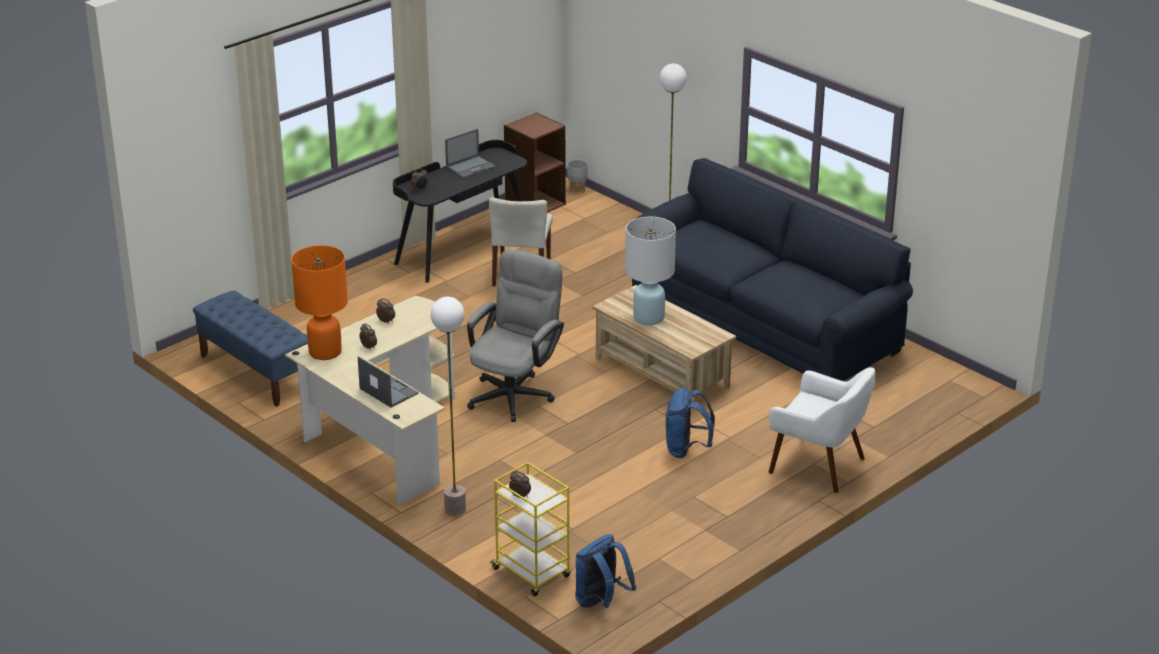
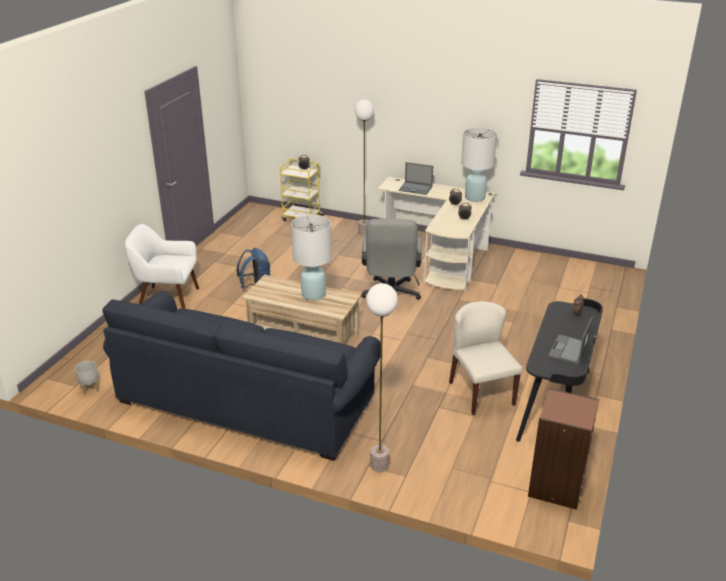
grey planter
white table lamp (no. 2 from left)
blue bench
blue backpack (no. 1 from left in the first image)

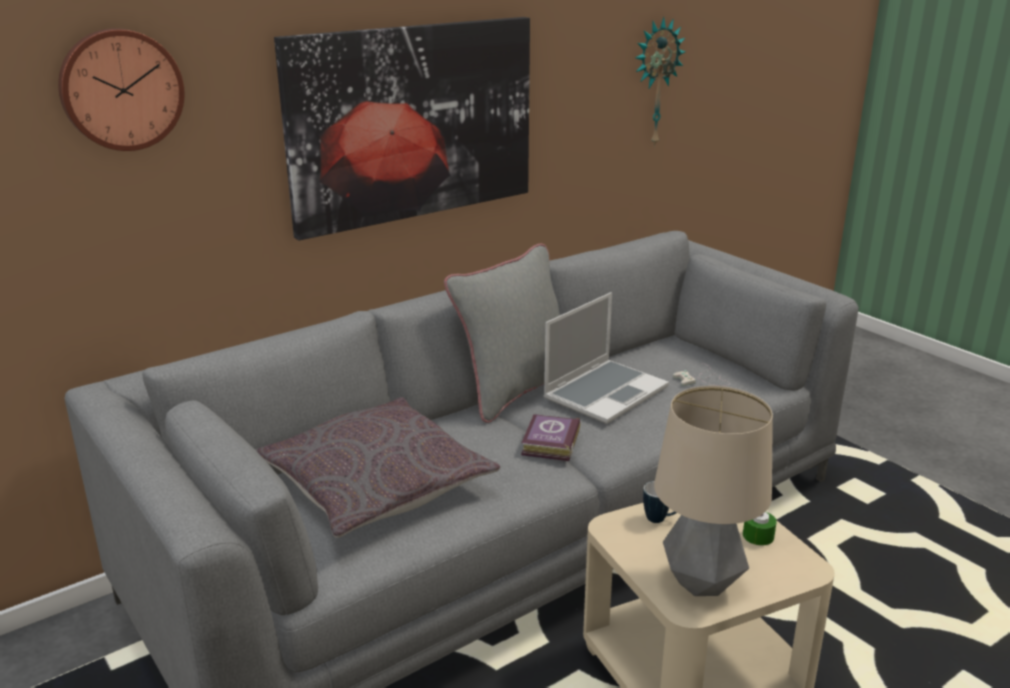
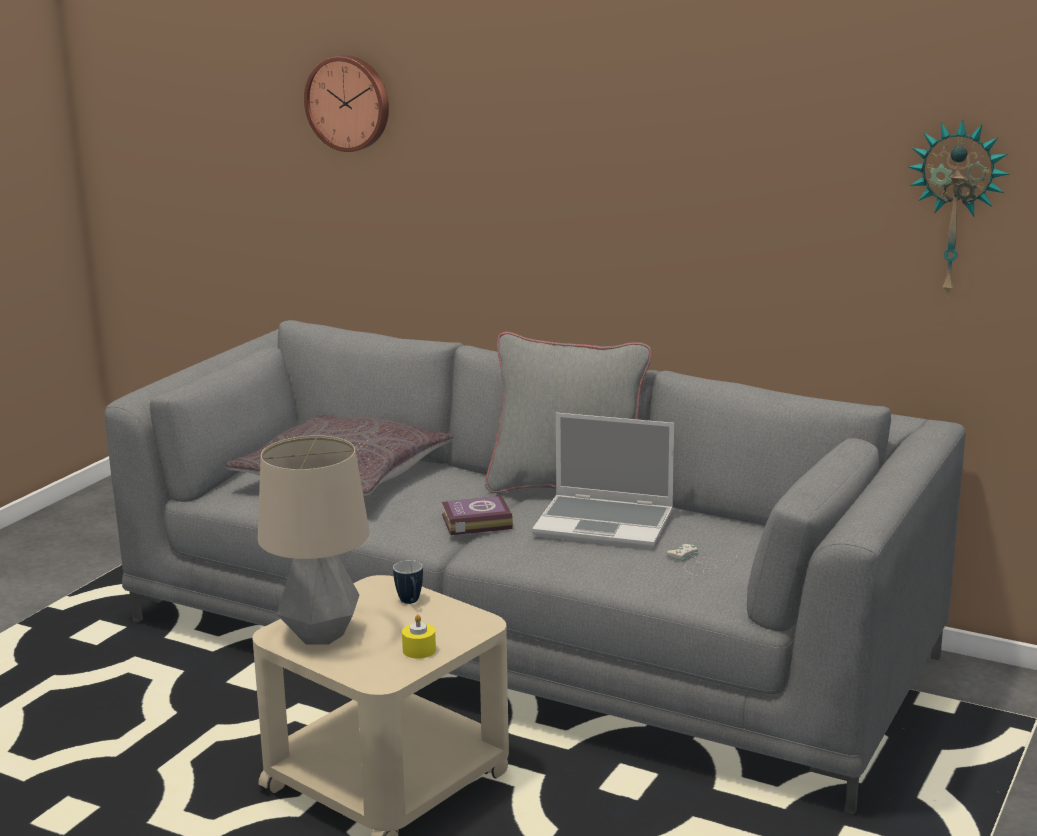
yellow candle
picture

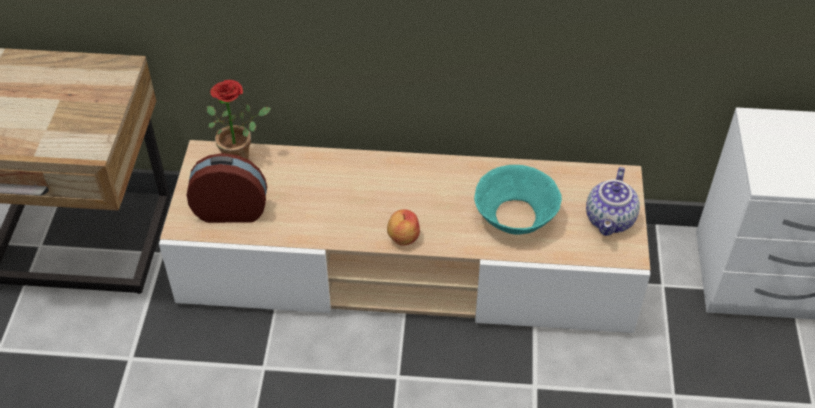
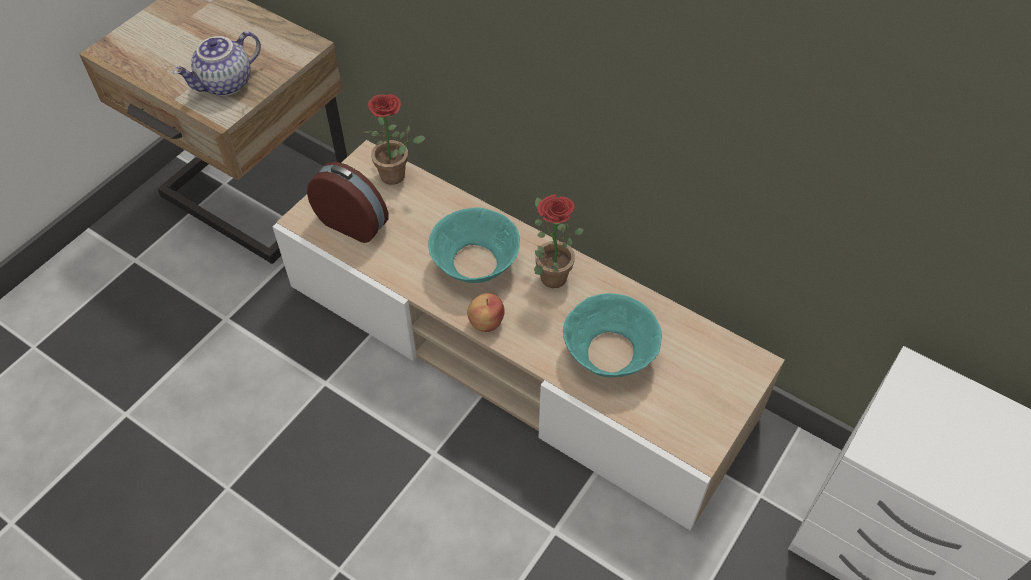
teapot
turquoise bowl (no. 1 from left)
potted plant (no. 2 from left)

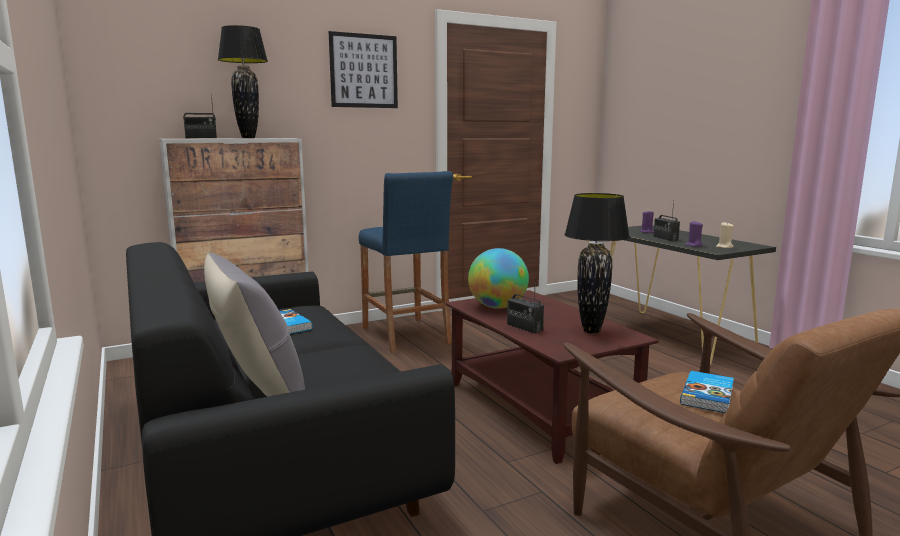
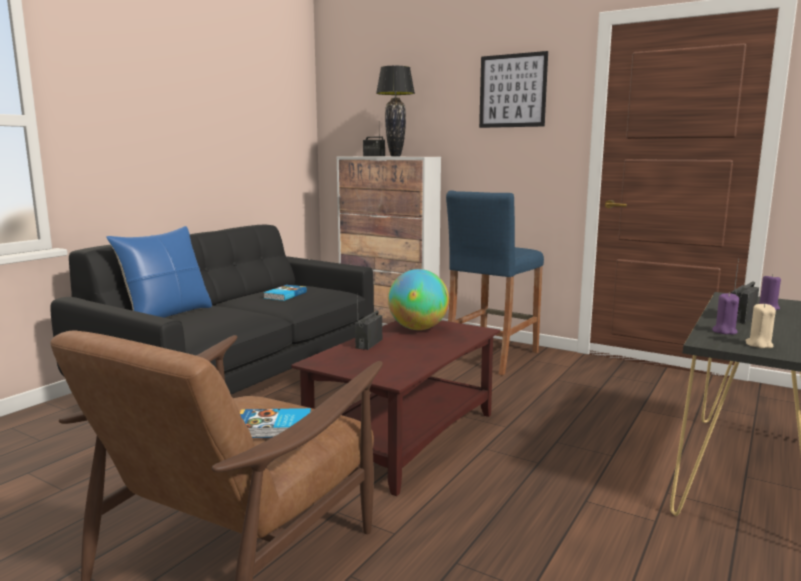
blue pillow
black table lamp (no. 2 from left in the first image)

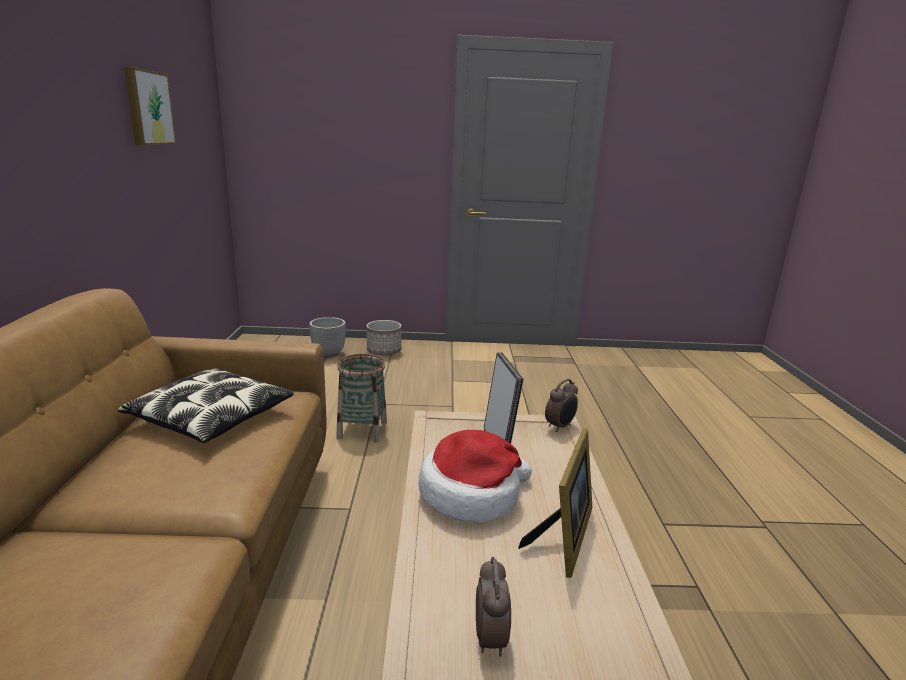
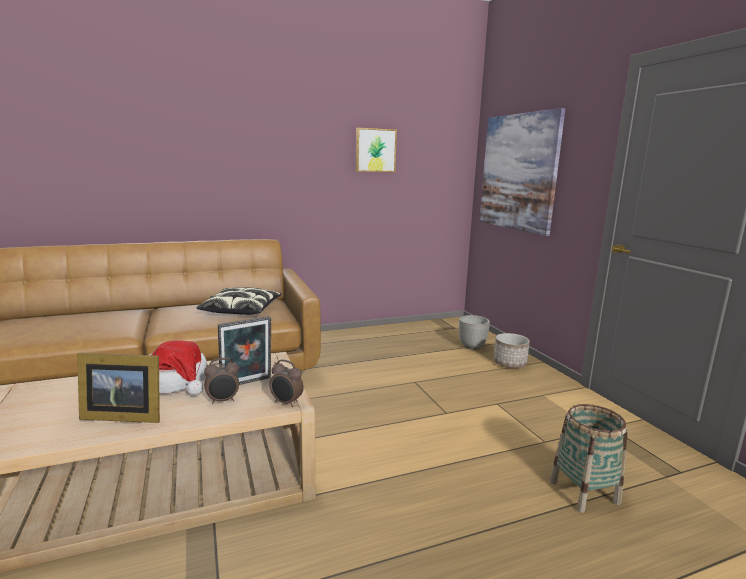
alarm clock (no. 1 from left)
picture (no. 2 from left)
basket

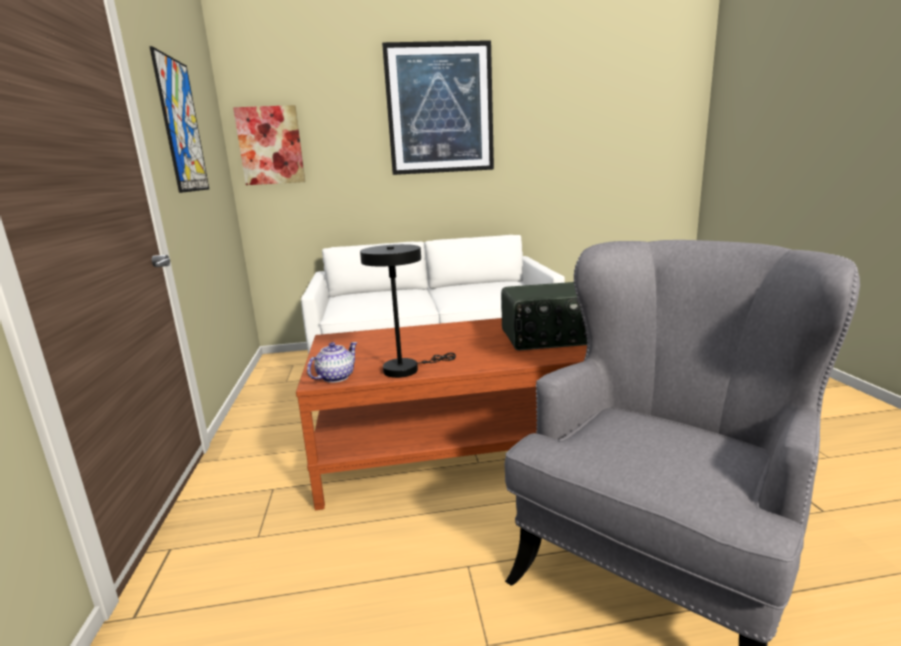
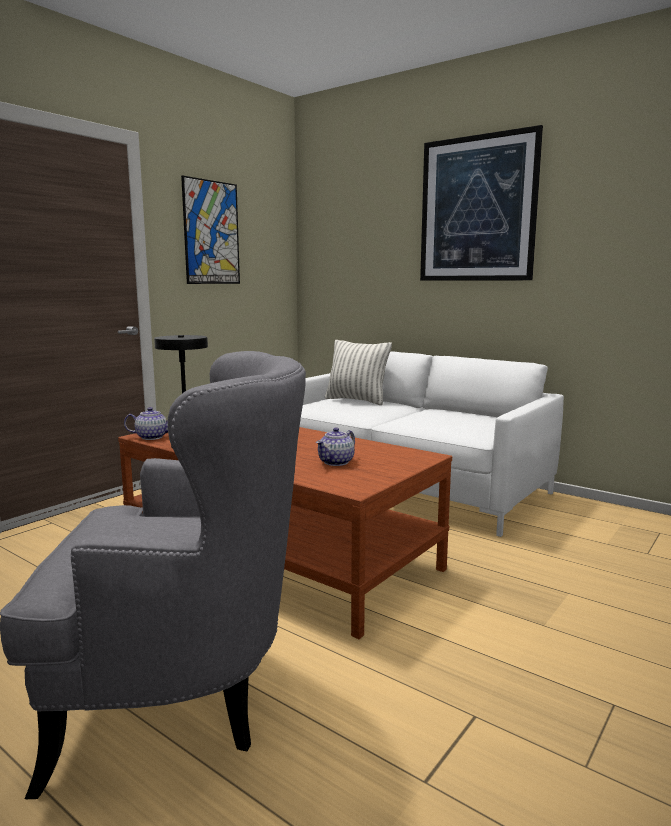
teapot (no. 2 from left)
pillow
picture (no. 2 from left in the first image)

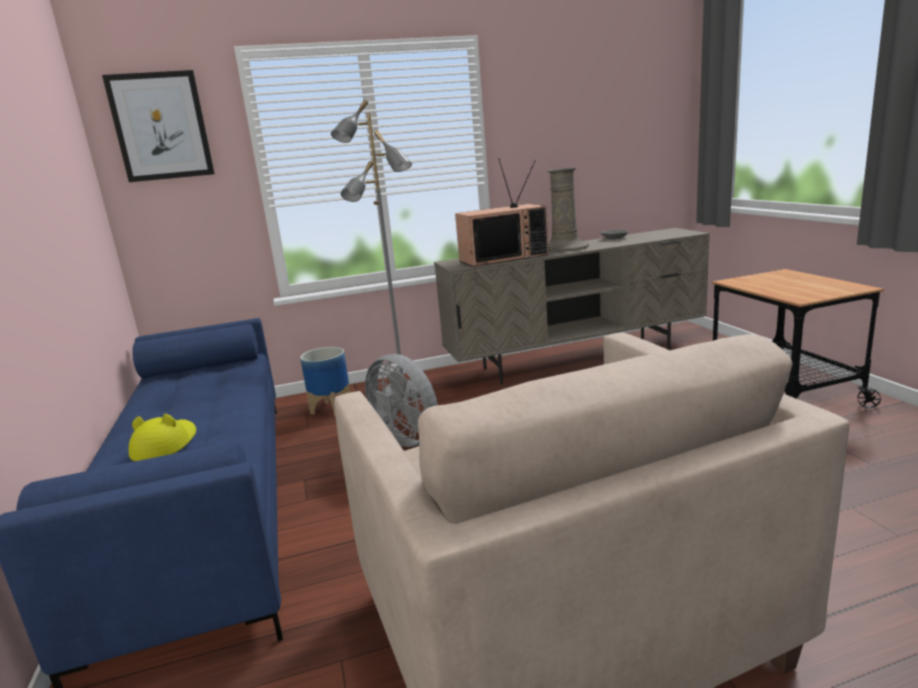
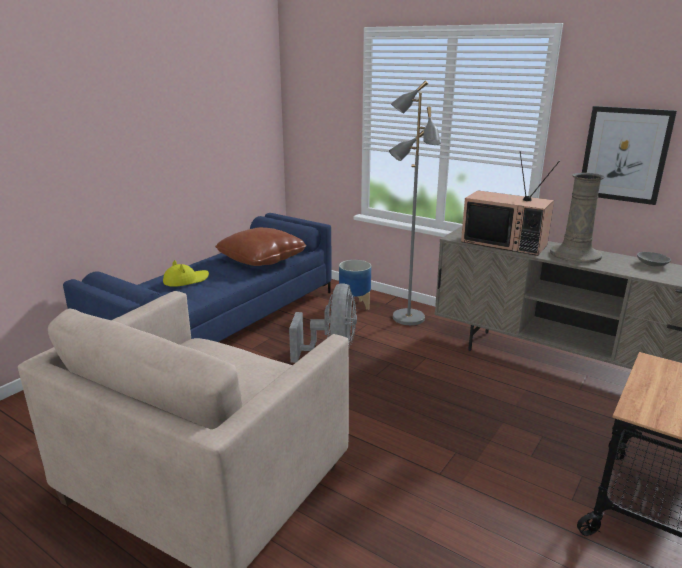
brown pillow
picture

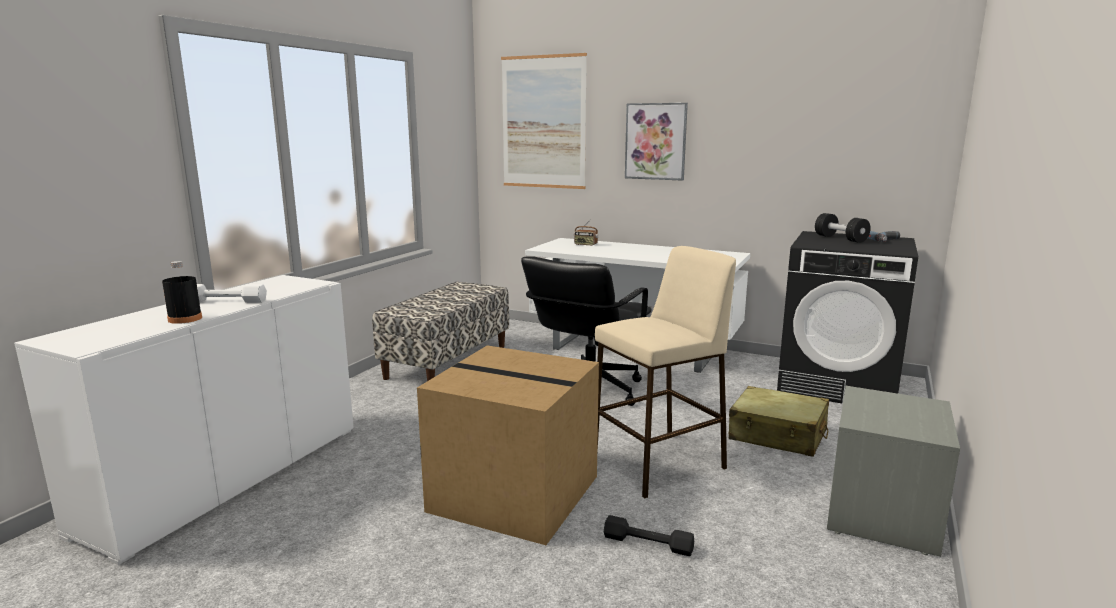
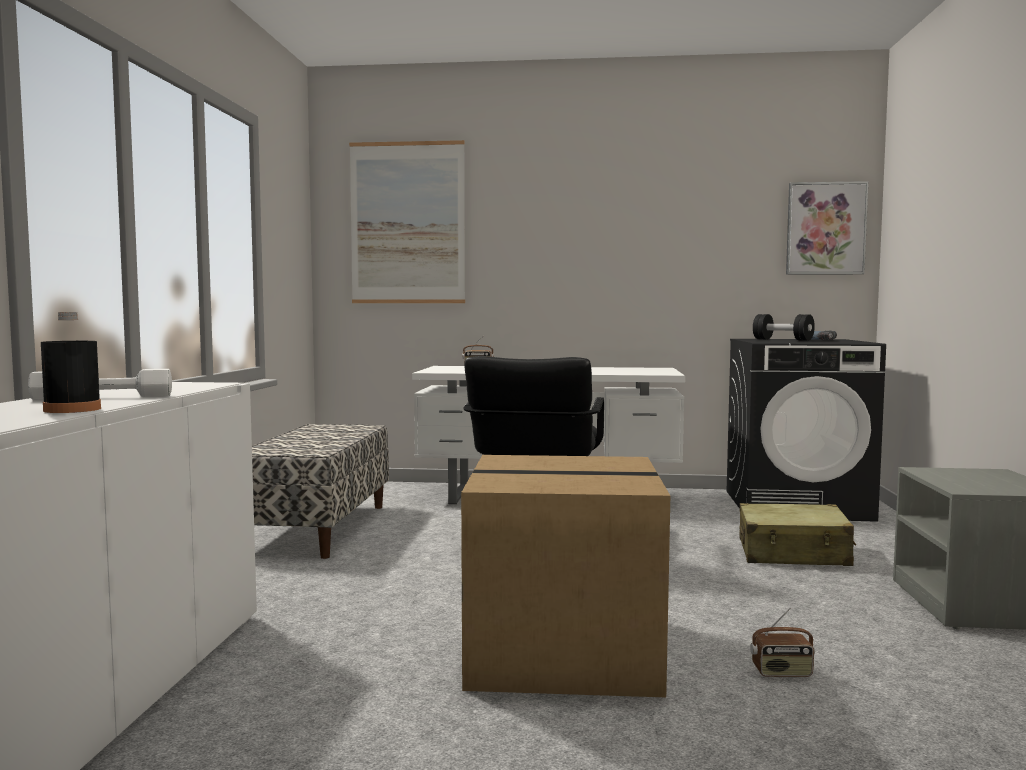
radio (no. 2 from left)
picture (no. 2 from left)
beige stool

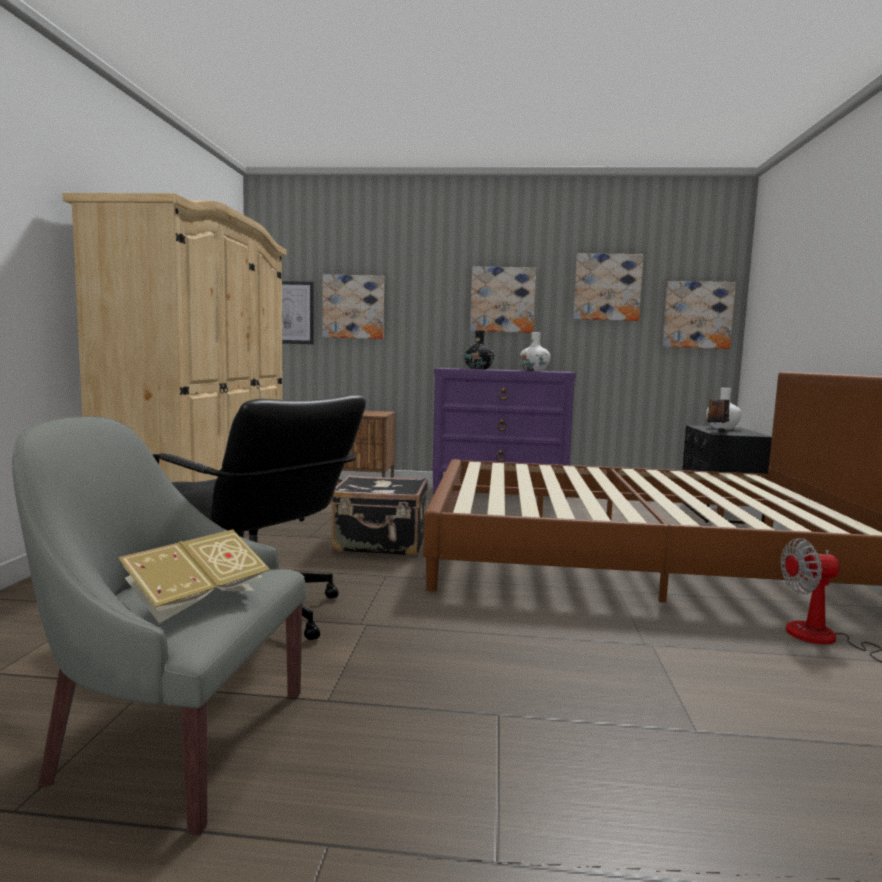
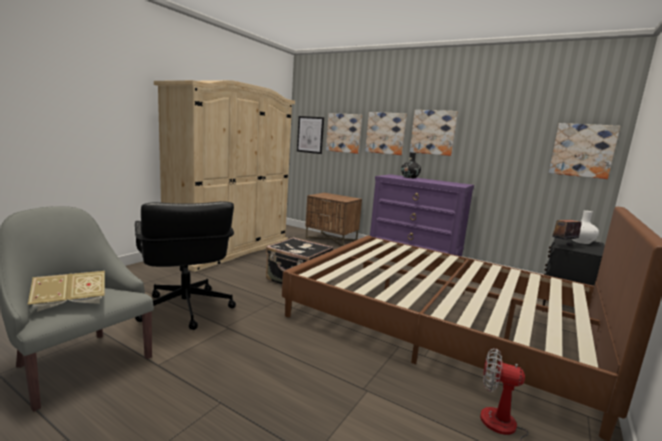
picture (no. 3 from left)
white vase (no. 1 from left in the first image)

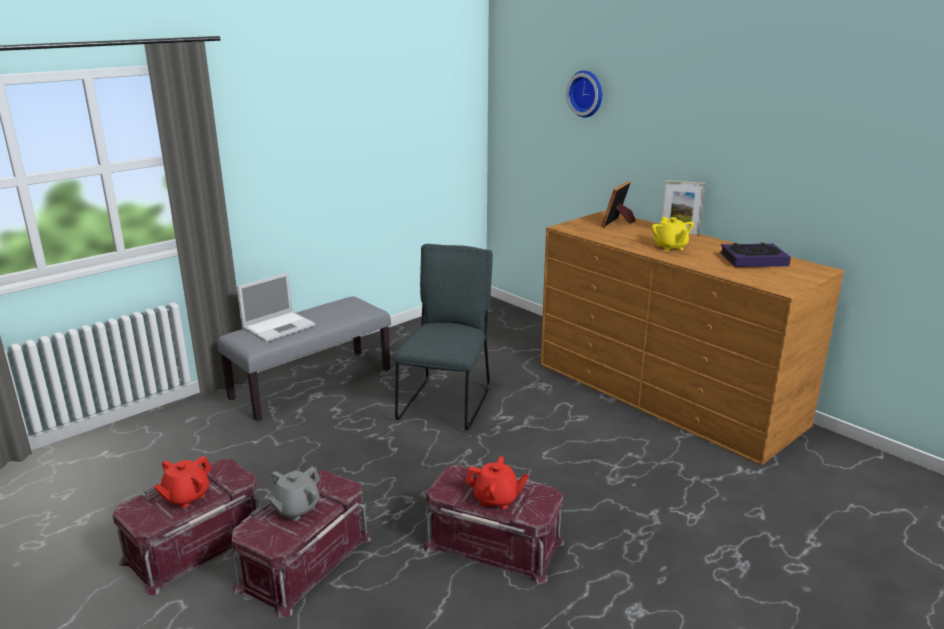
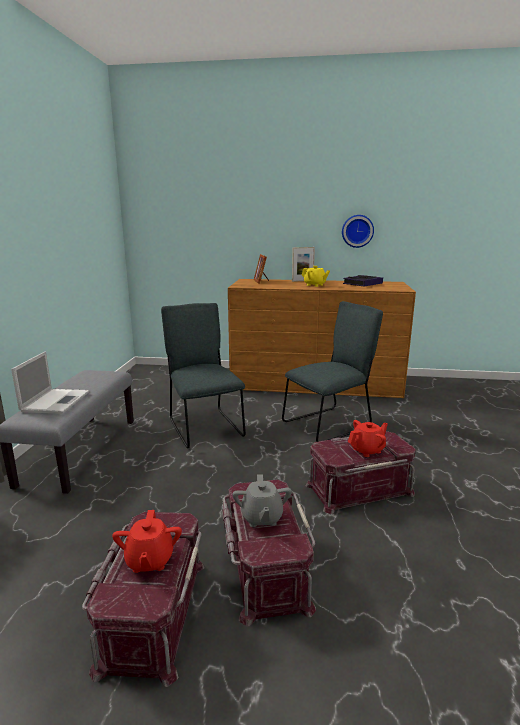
grey chair (no. 2 from left)
wall clock

